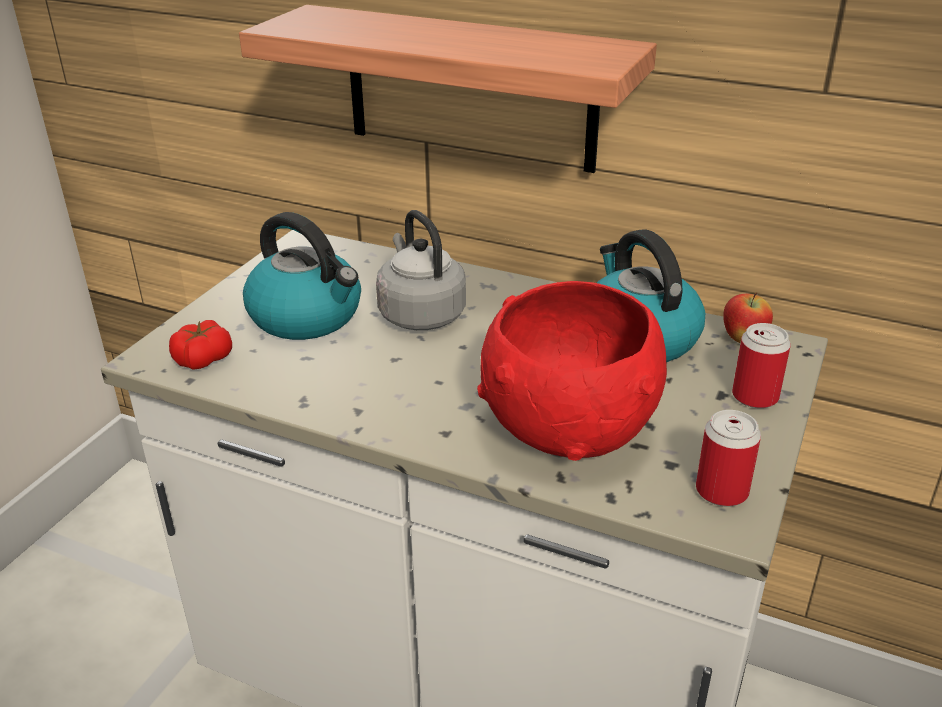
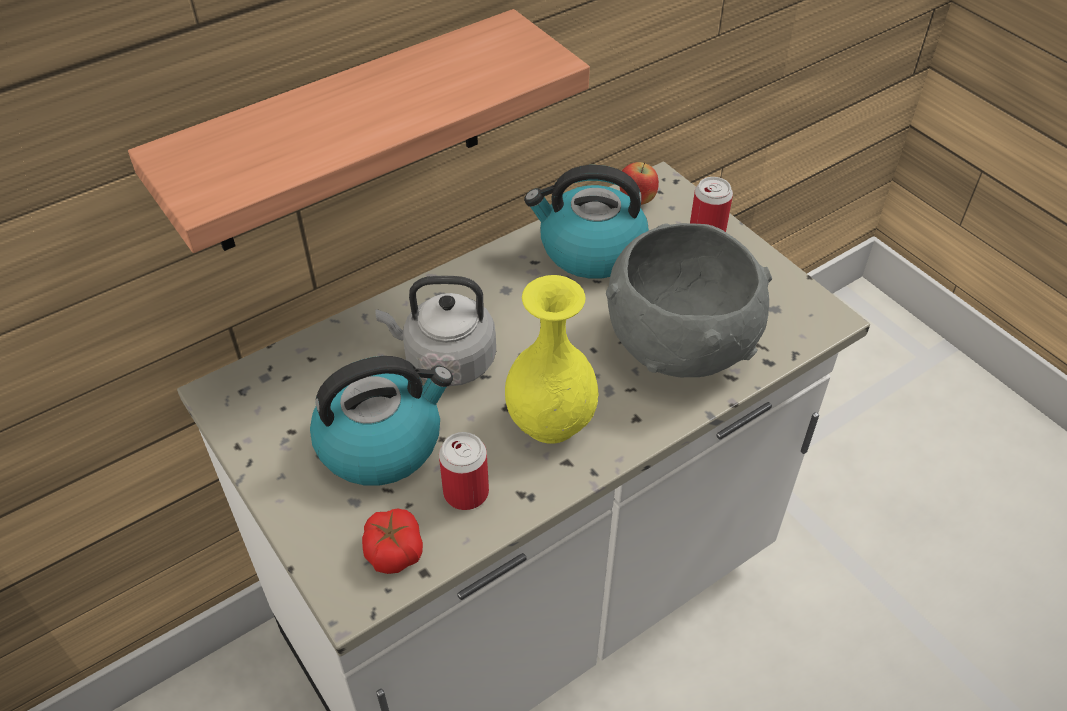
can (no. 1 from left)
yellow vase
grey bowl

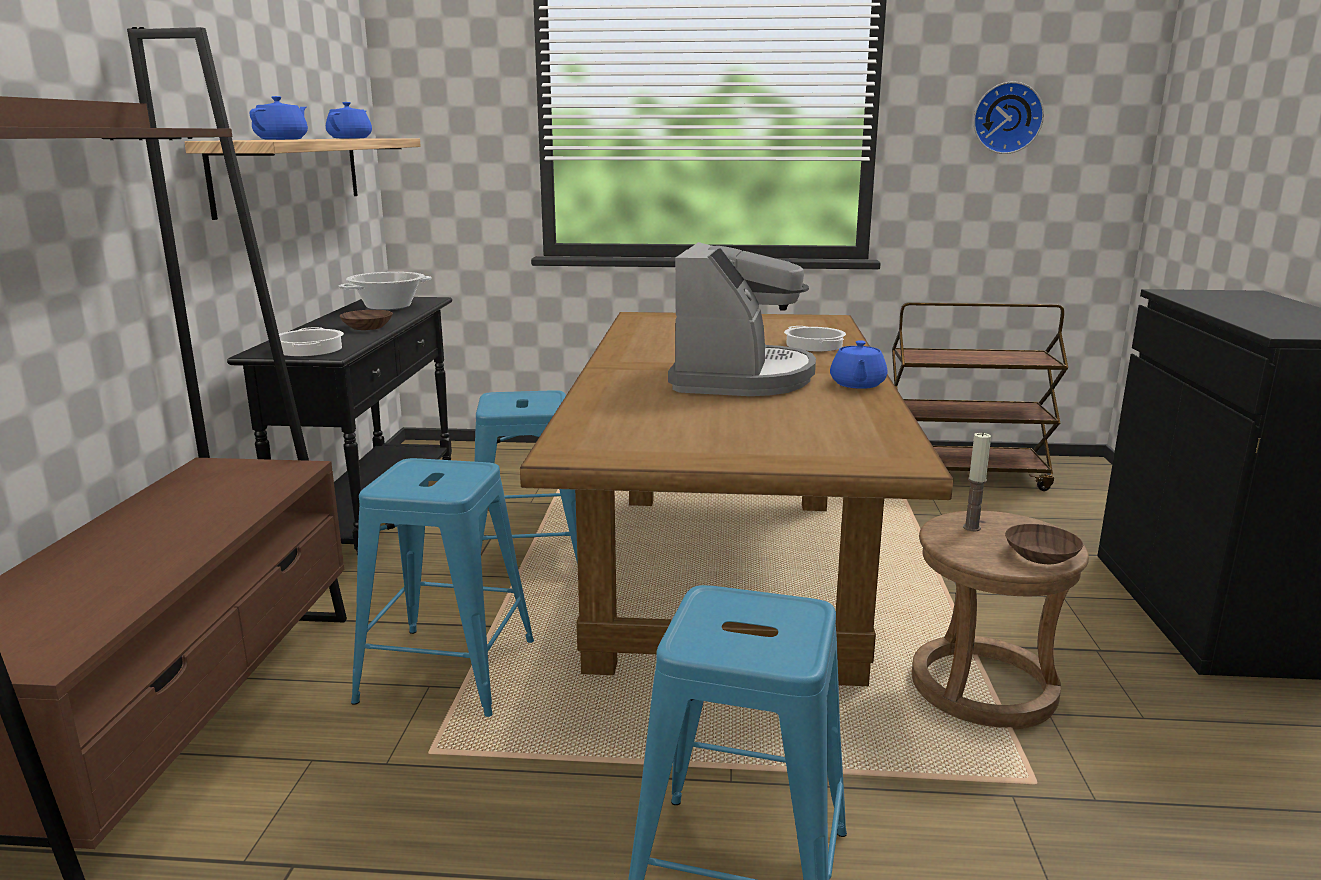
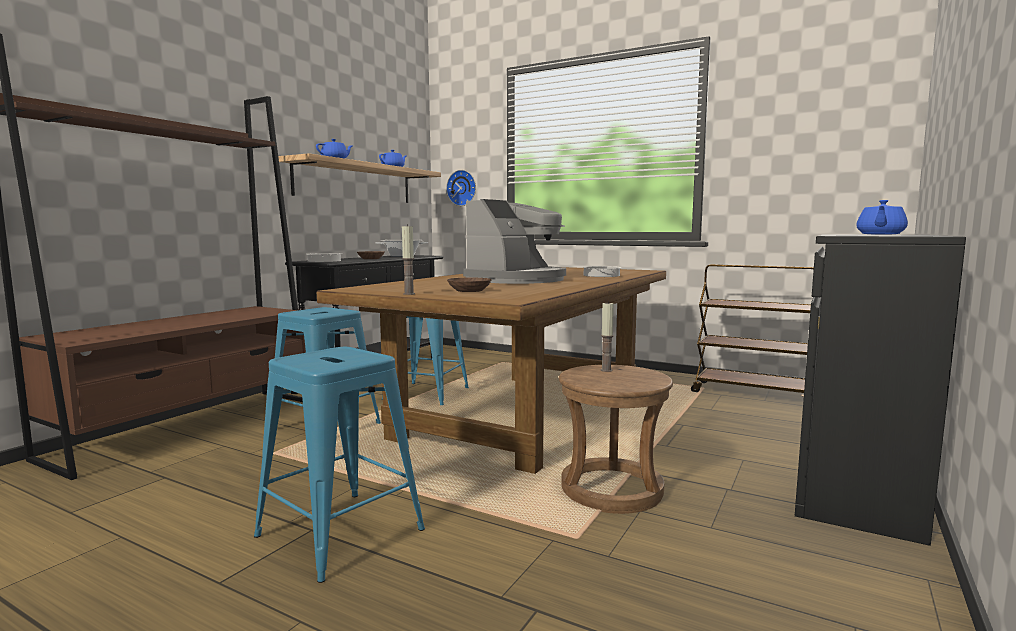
candle (no. 1 from left)
wall clock
brown bowl (no. 2 from left)
blue teapot (no. 3 from left)

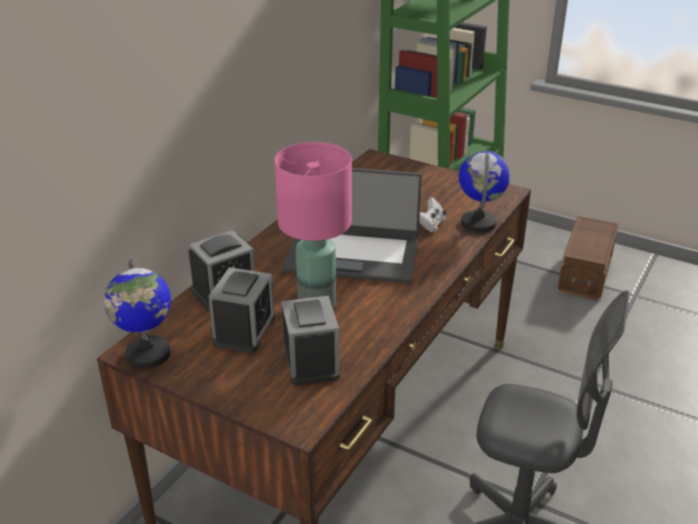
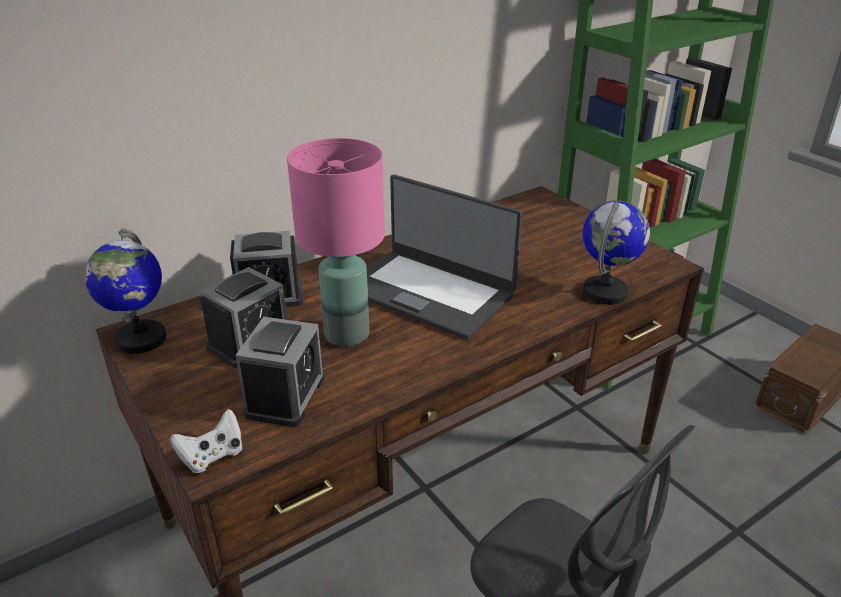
white game controller

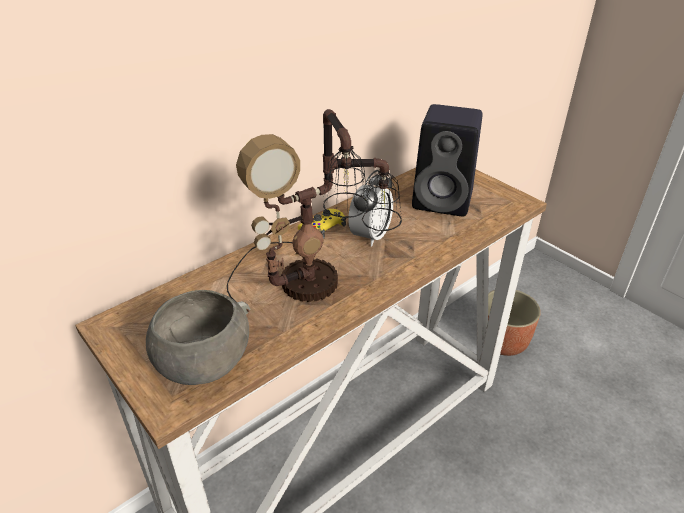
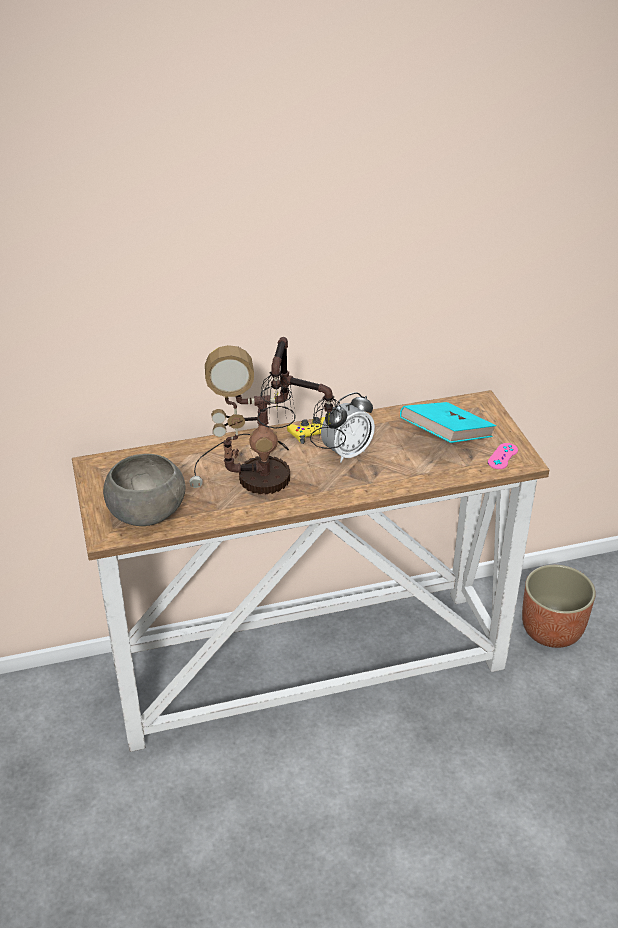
turquoise book
pink game controller

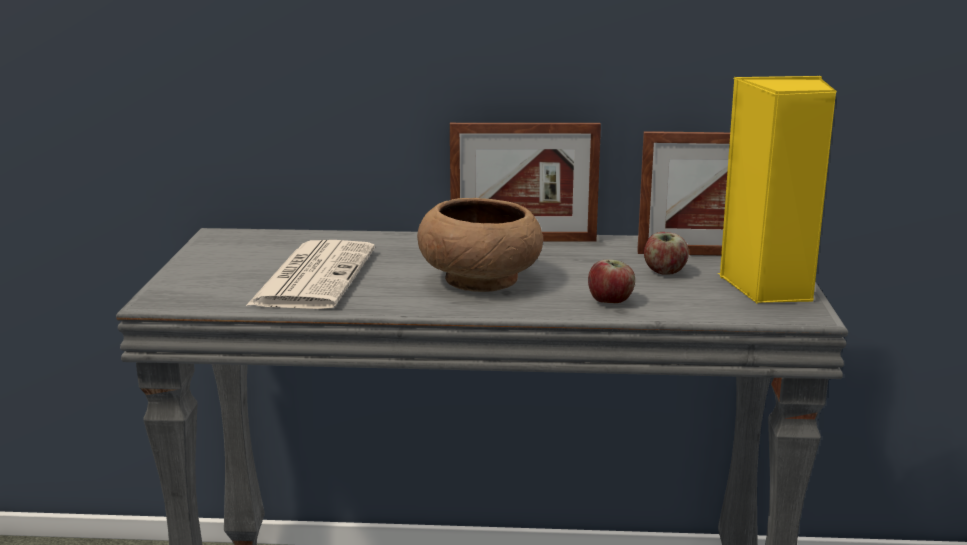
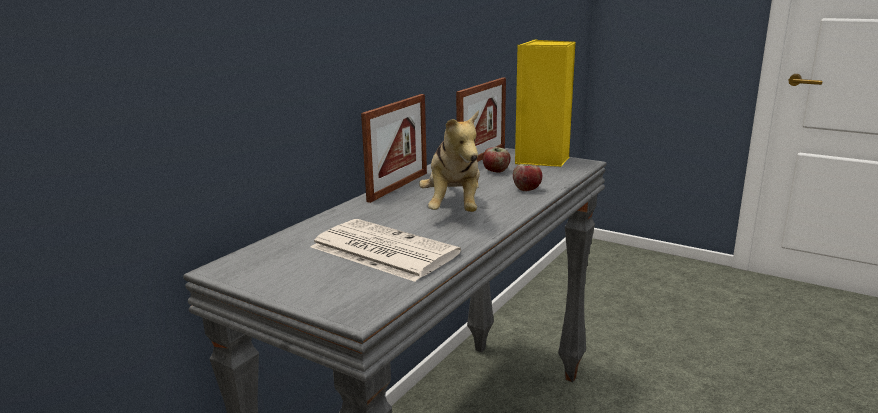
plush toy

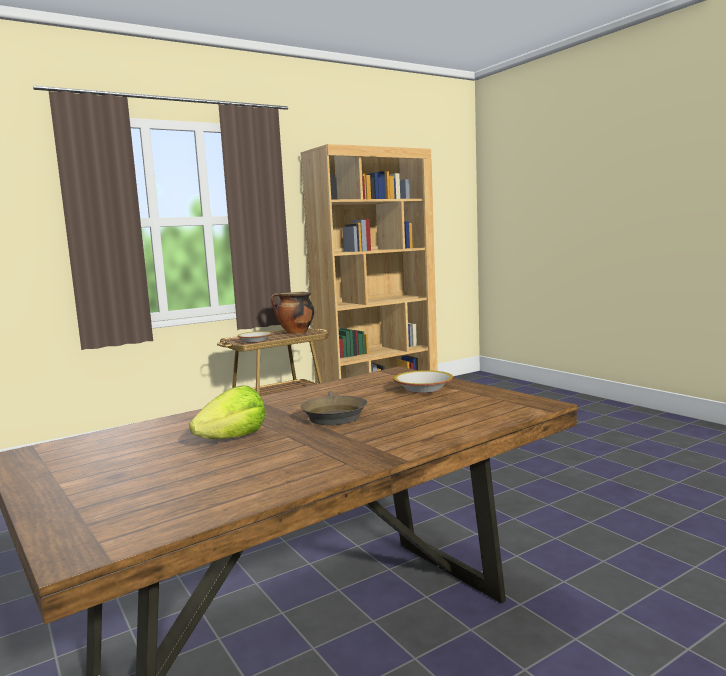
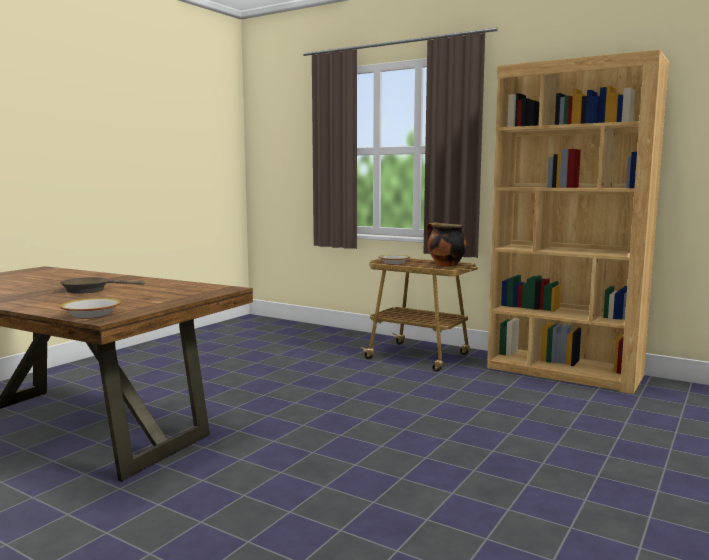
bowl (no. 1 from left)
lettuce

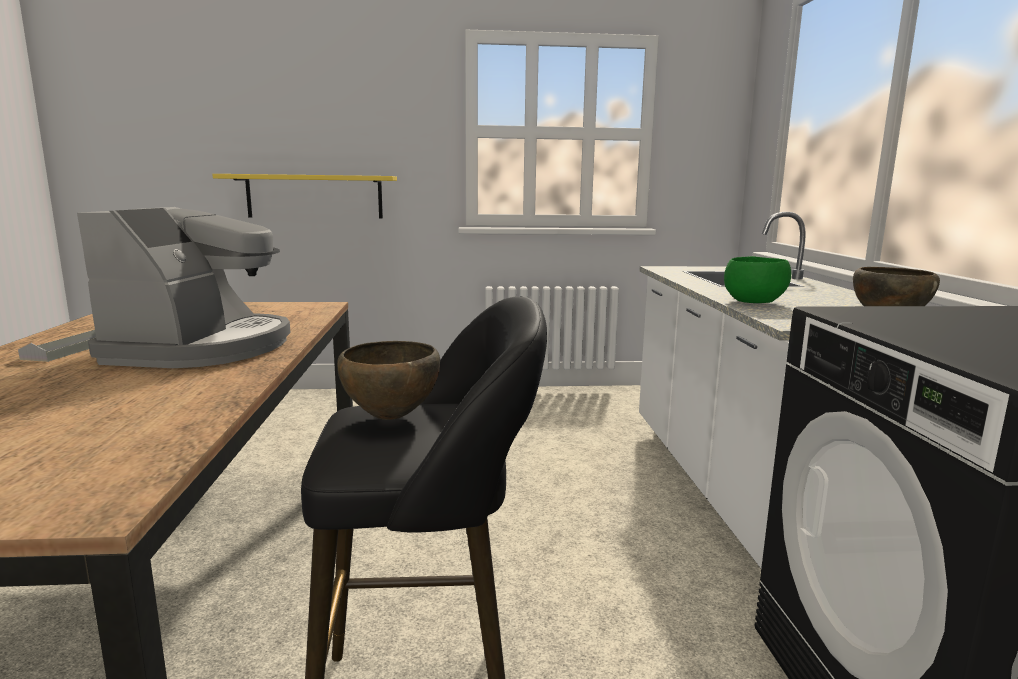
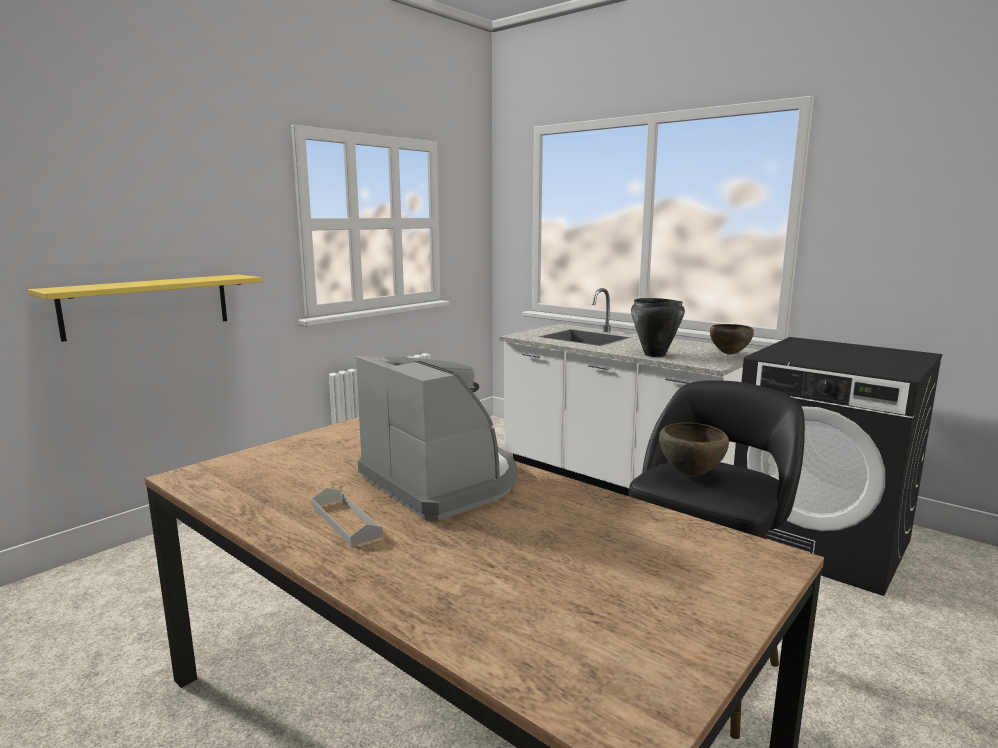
black cooking pot

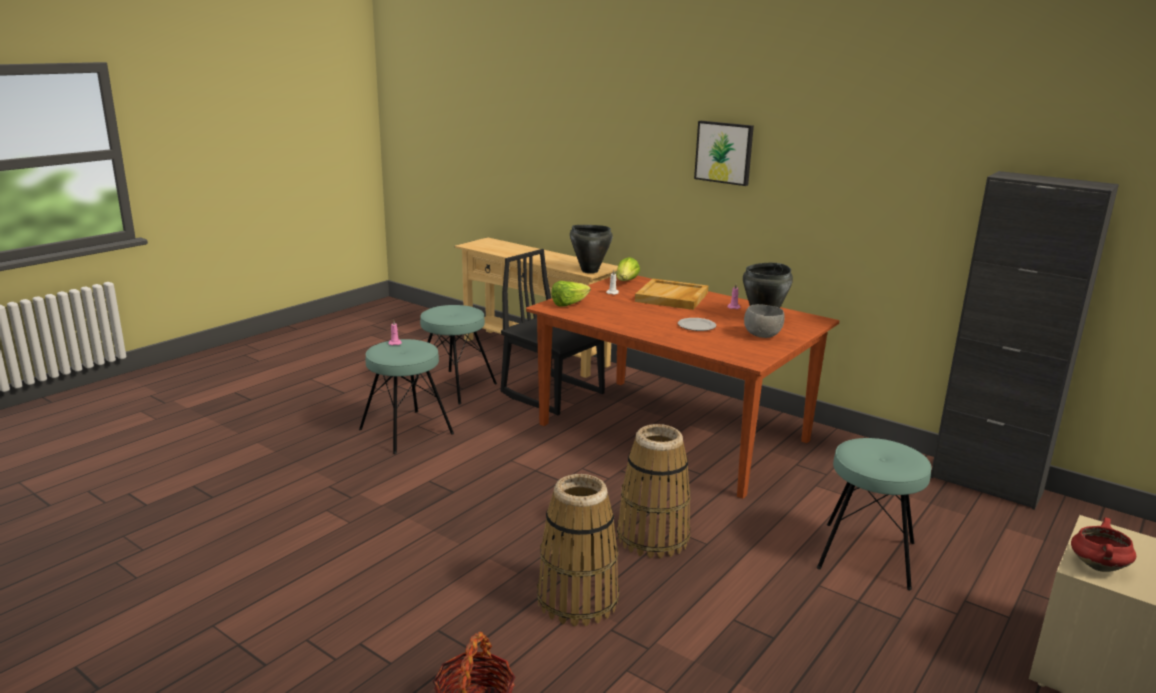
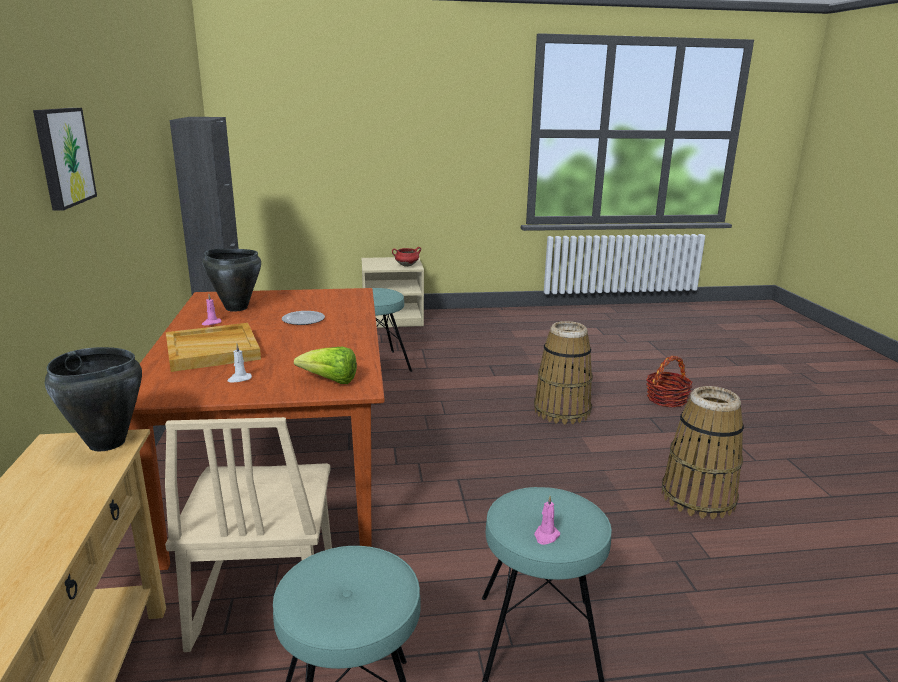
beige chair
basket (no. 3 from left)
lettuce (no. 2 from left in the first image)
grey bowl

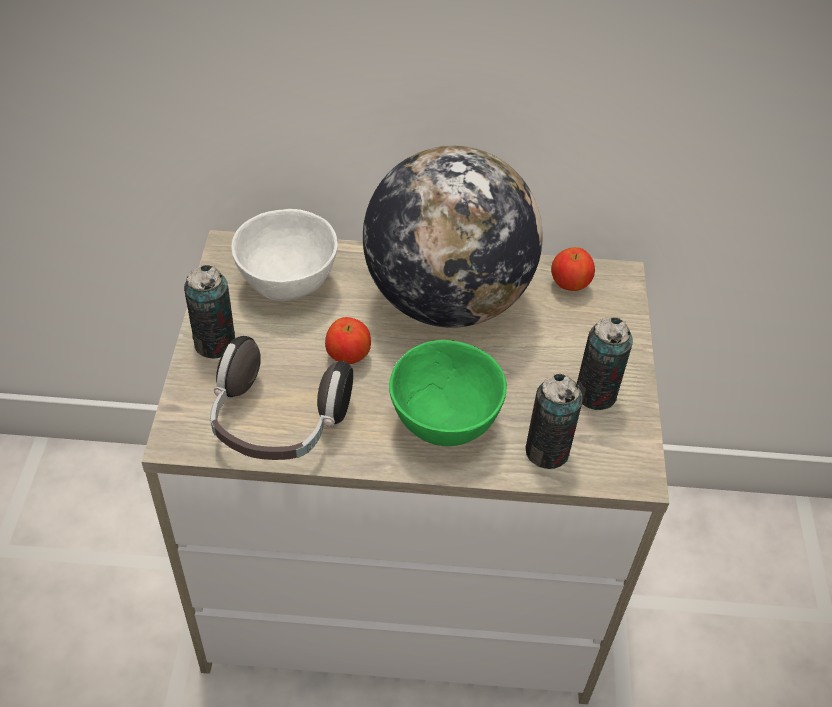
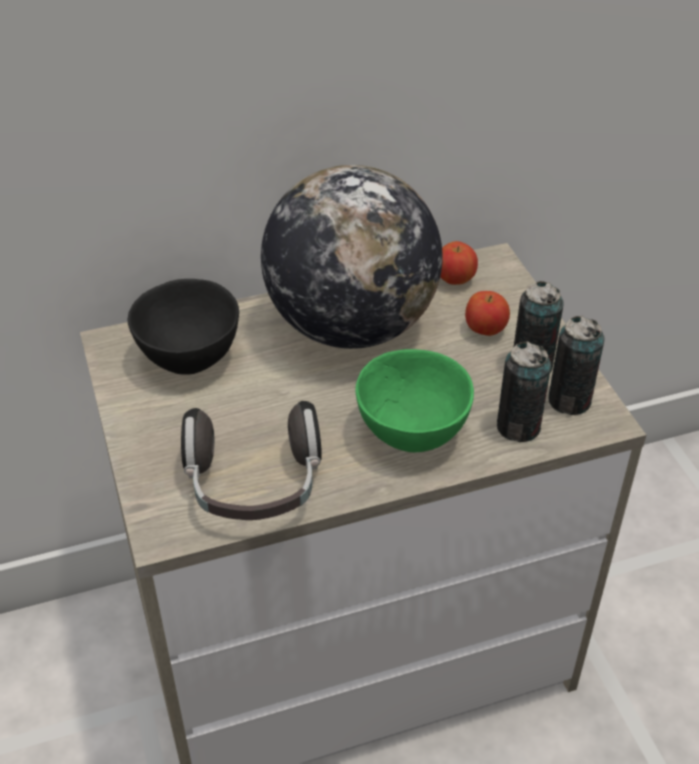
black bowl
apple (no. 2 from left)
can (no. 3 from left)

